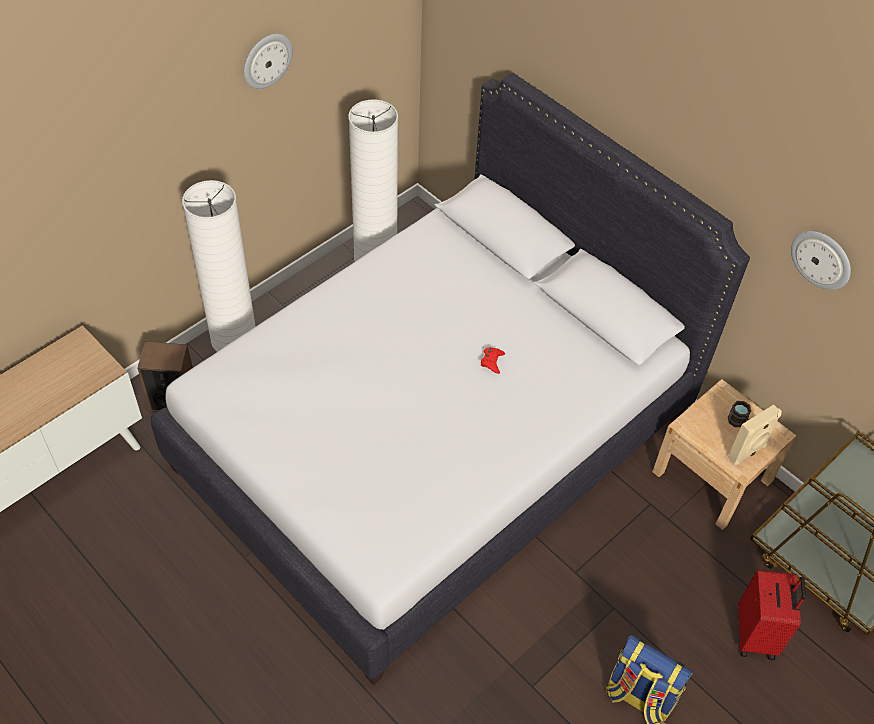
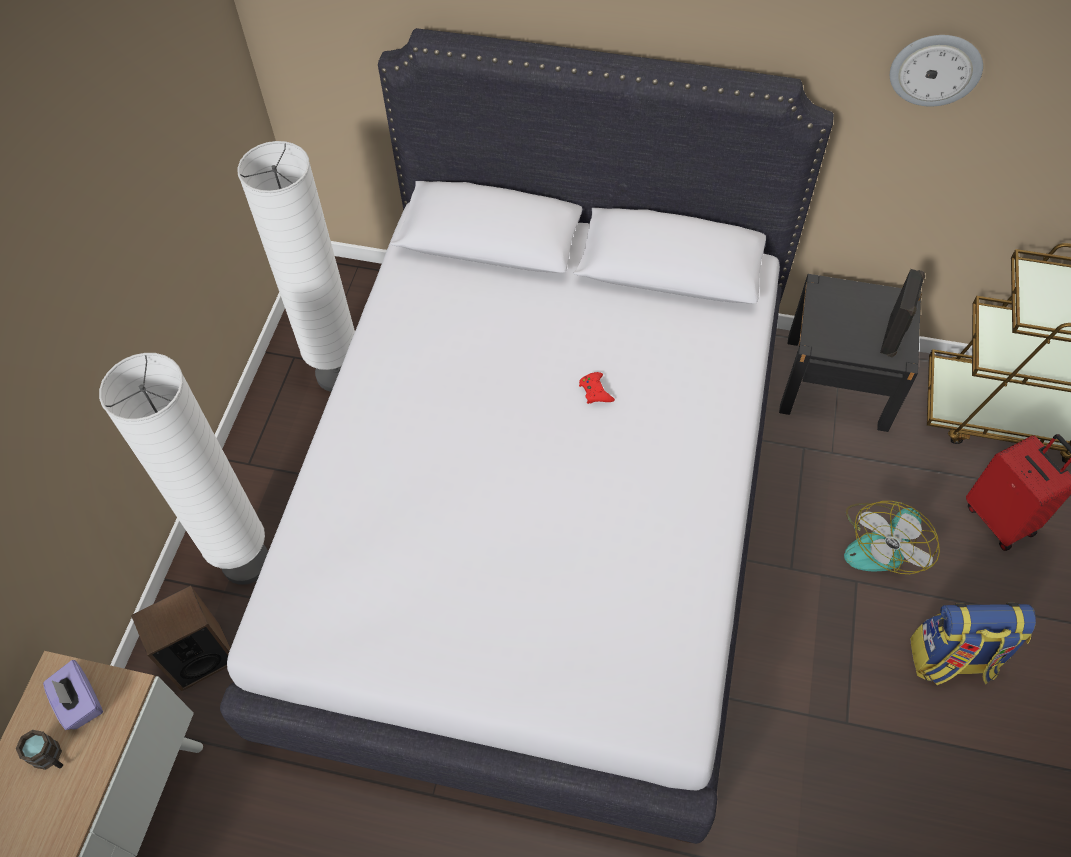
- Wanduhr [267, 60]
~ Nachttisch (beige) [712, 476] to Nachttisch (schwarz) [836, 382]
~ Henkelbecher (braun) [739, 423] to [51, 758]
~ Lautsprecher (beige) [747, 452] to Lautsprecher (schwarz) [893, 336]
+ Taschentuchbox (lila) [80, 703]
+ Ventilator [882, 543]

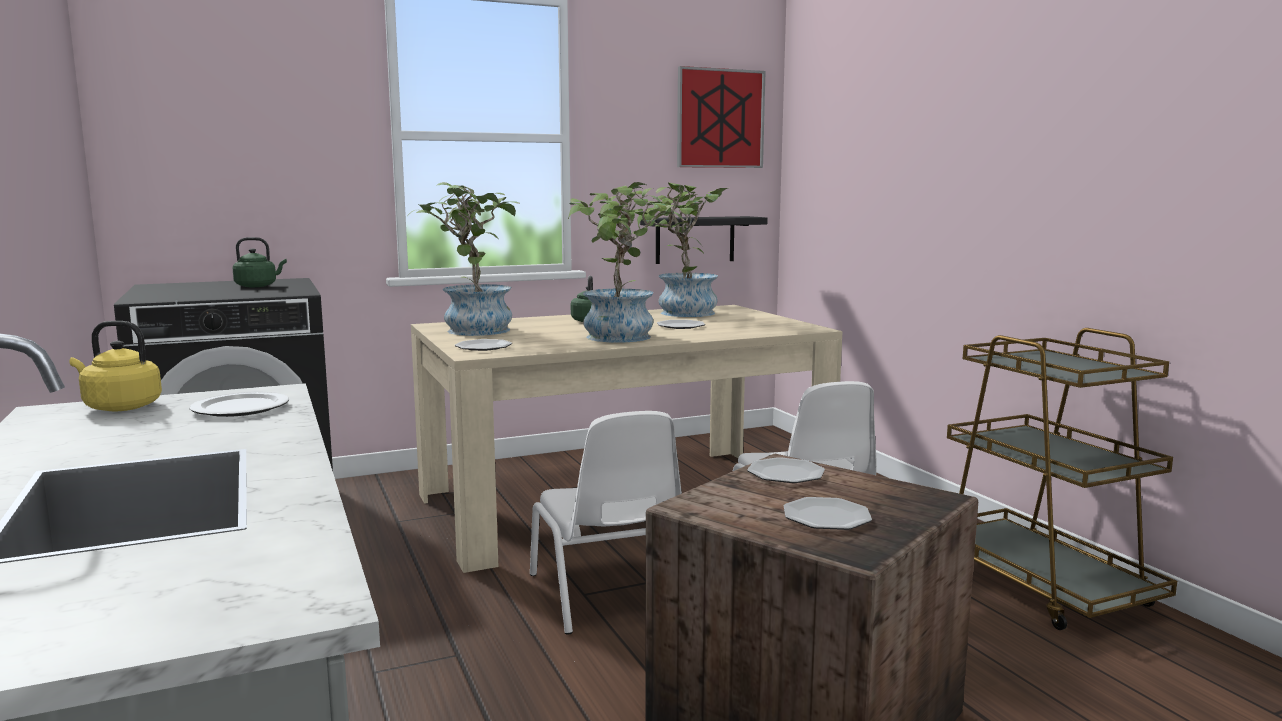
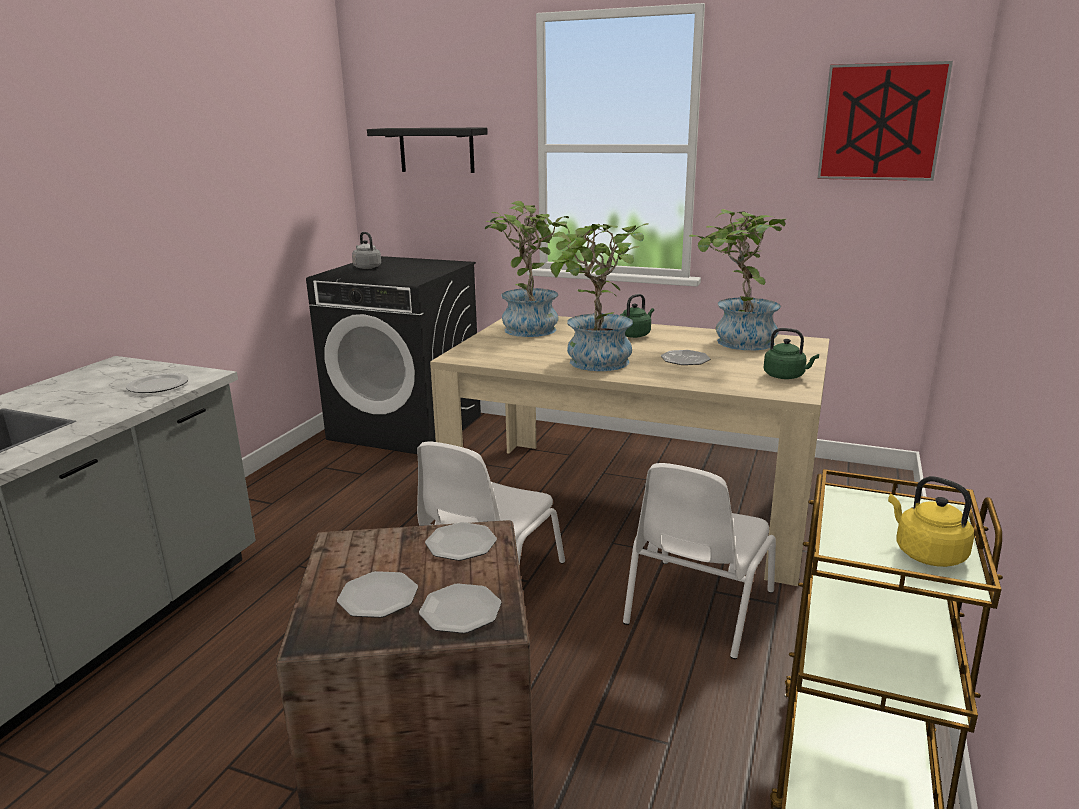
~ Wasserkessel (gelb) [119, 407] to [926, 553]
~ Wasserkessel (grün) [258, 286] to [786, 376]
~ Teller [483, 347] to [460, 611]
~ Wandregal (schwarz) [695, 239] to [436, 150]
+ Wasserkessel (grau) [366, 267]

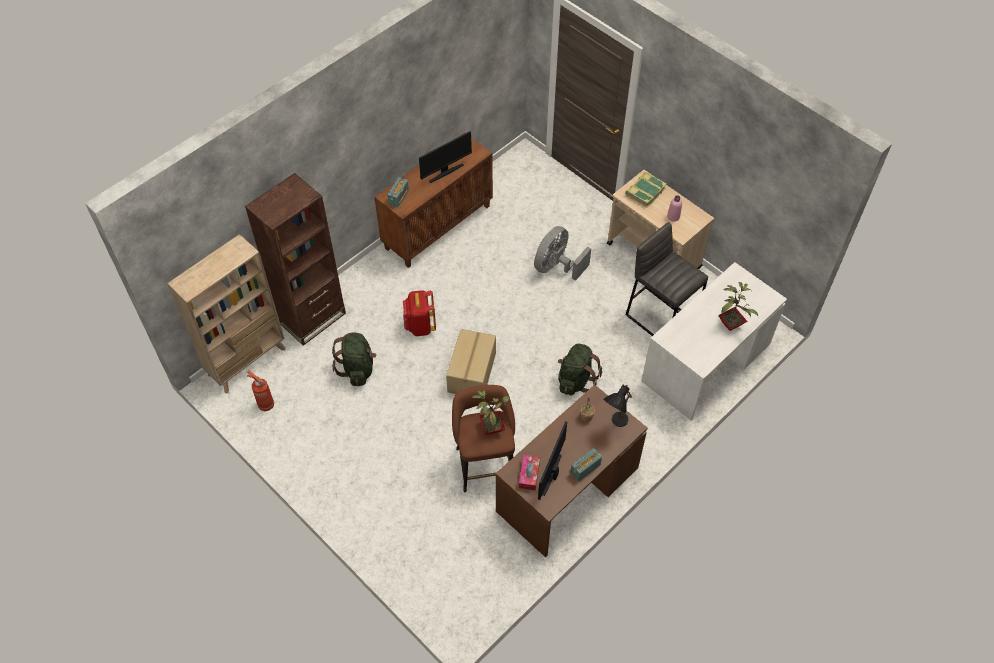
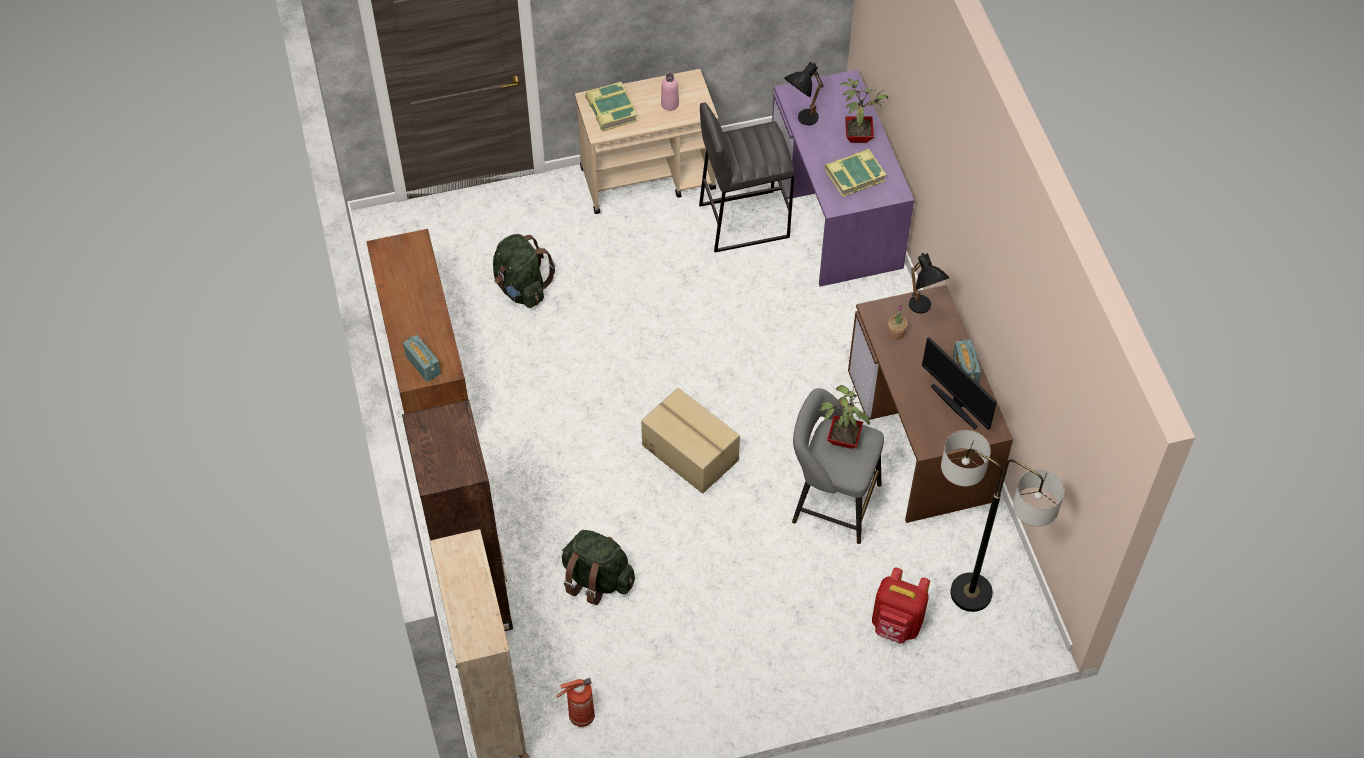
~ Rucksack (rot) [420, 326] to [896, 625]
- Monitor [445, 172]
~ Hocker (braun) [485, 462] to Hocker (grau) [831, 501]
- Taschentuchbox [529, 474]
- Ventilator (grau) [556, 267]
~ Rucksack (grün) [575, 380] to [522, 288]
~ Schreibtisch (weiß) [706, 363] to Schreibtisch (lila) [836, 212]
+ Tischlampe (schwarz) [801, 121]
+ Buch [854, 175]
+ Stehlampe [971, 592]

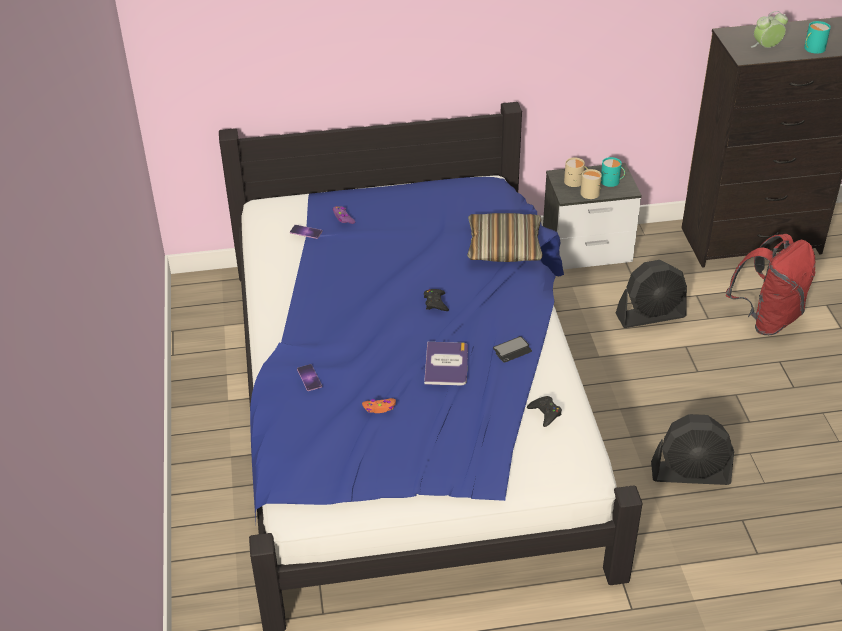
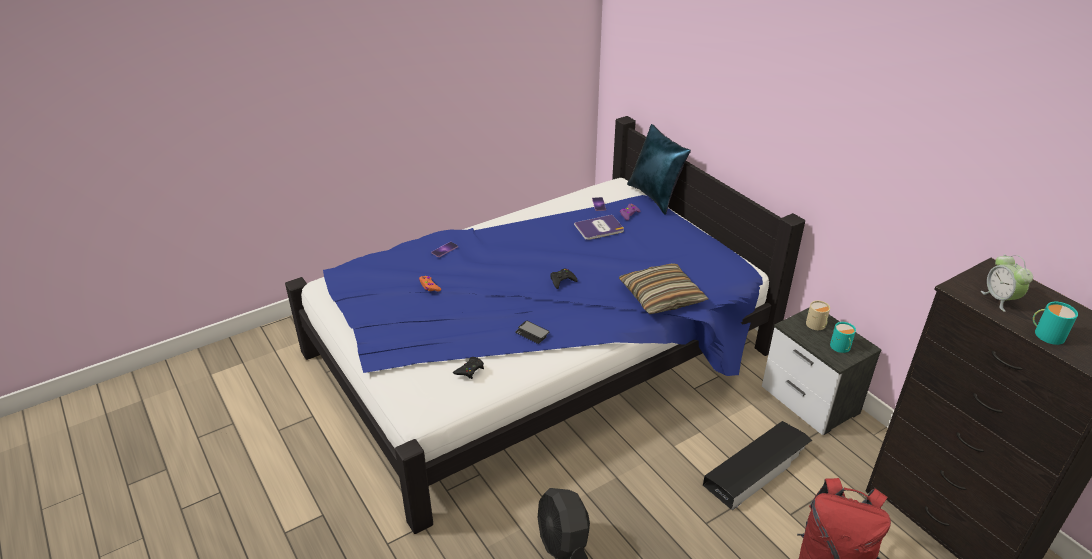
~ Buch [446, 364] to [599, 228]
- Henkelbecher (beige) [590, 192]
~ Ventilator (schwarz) [651, 316] to Aufbewahrungsbox (schwarz) [757, 468]
~ Wecker [766, 48] = [1000, 299] 150 degrees counterclockwise
+ Kissen (blau) [655, 196]

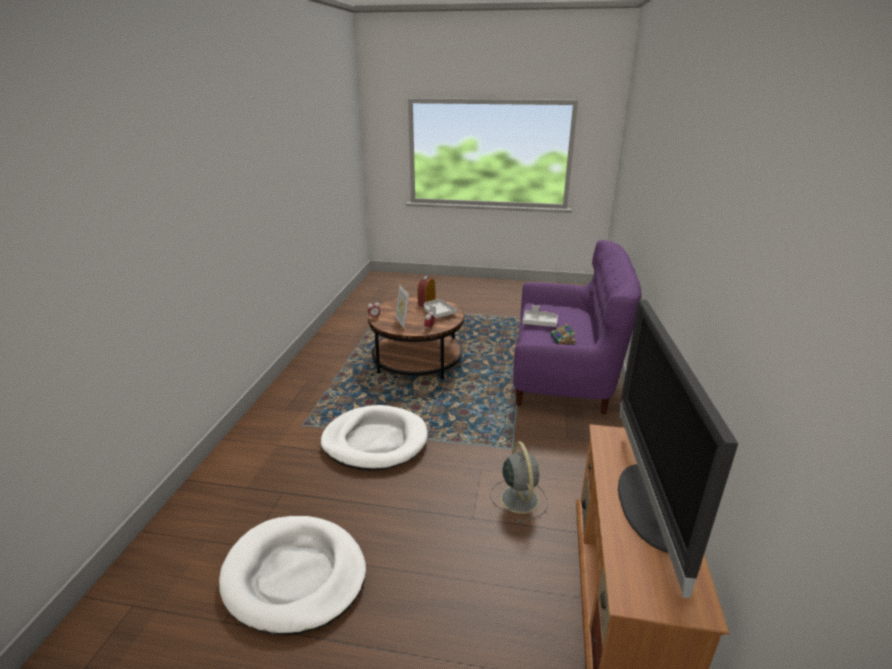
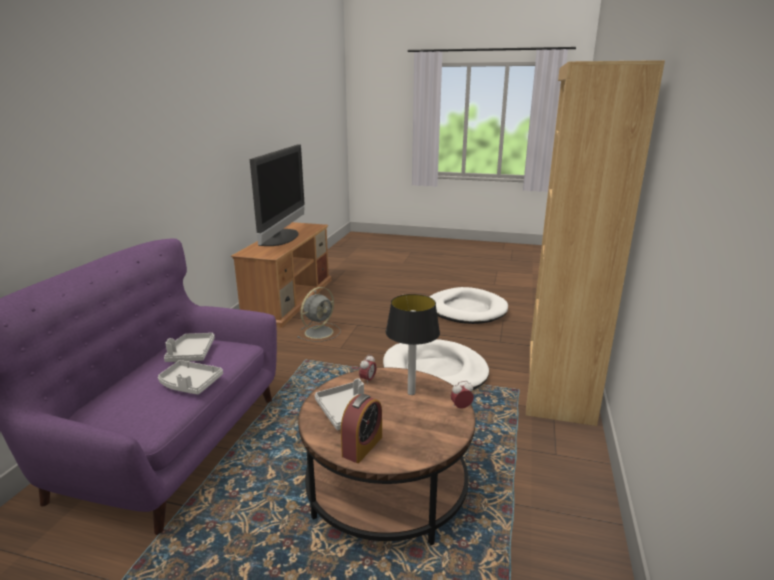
~ Bilderrahmen [402, 322] to Tischlampe [410, 392]
~ Ventilator (grau) [519, 498] = [320, 332] 135 degrees counterclockwise
~ Buch [563, 340] to Tablett (grau) [191, 354]
+ Bücherregal (braun) [557, 381]

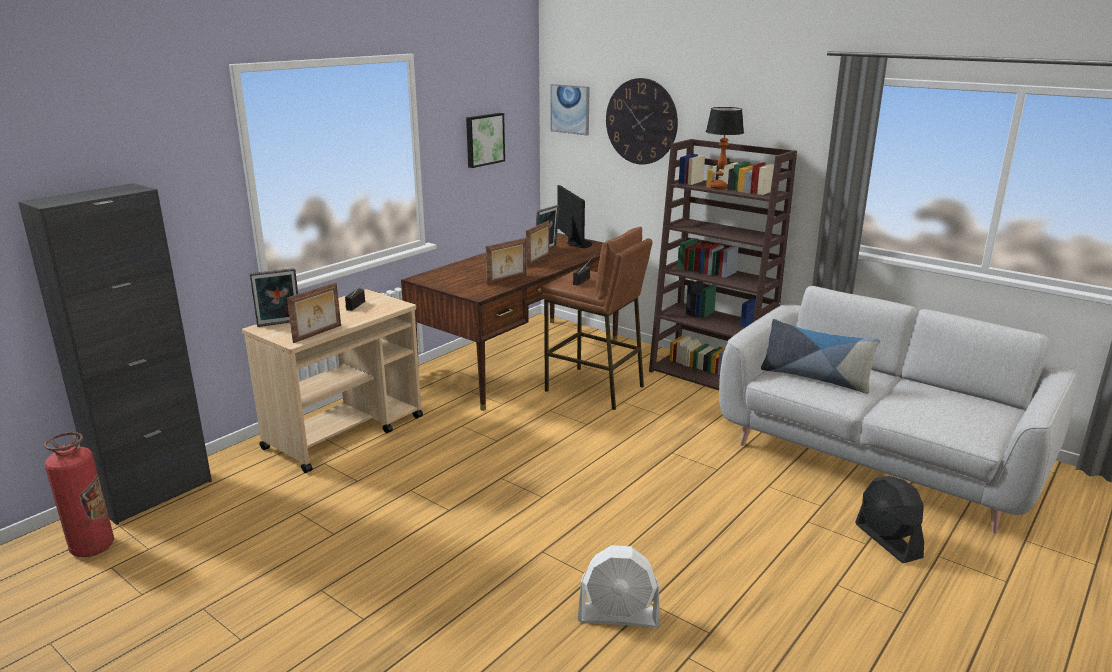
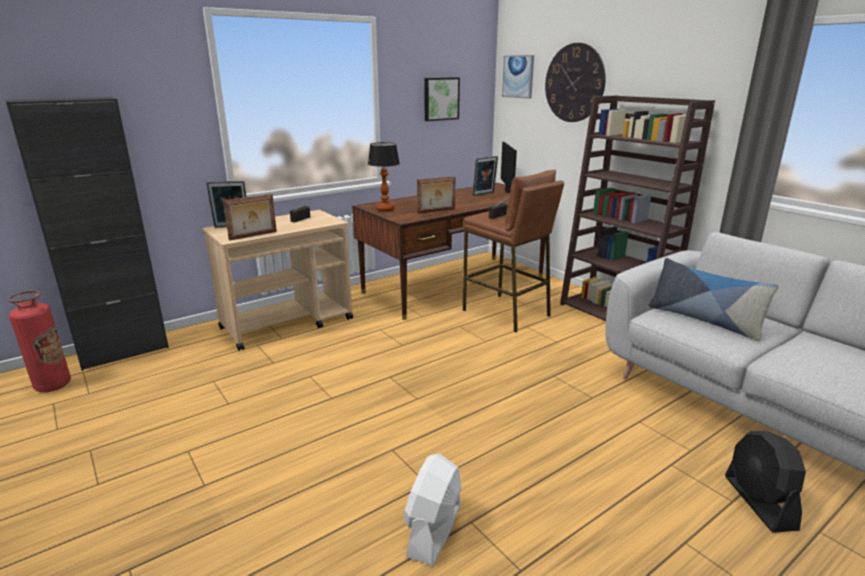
- Bilderrahmen [538, 261]
~ Ventilator (weiß) [619, 616] = [434, 530] 90 degrees clockwise
~ Tischlampe [720, 187] to [385, 209]

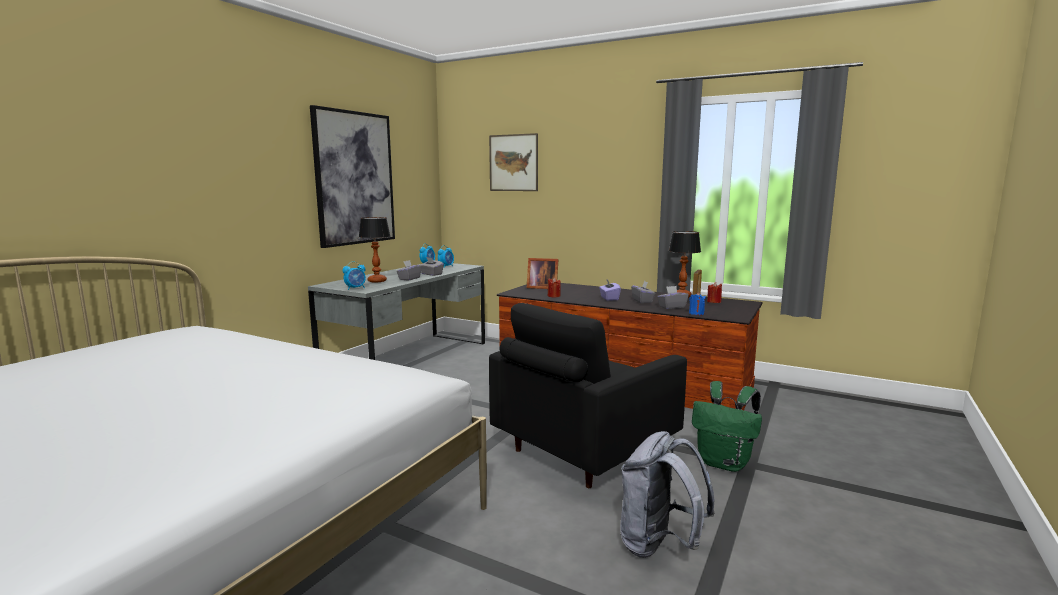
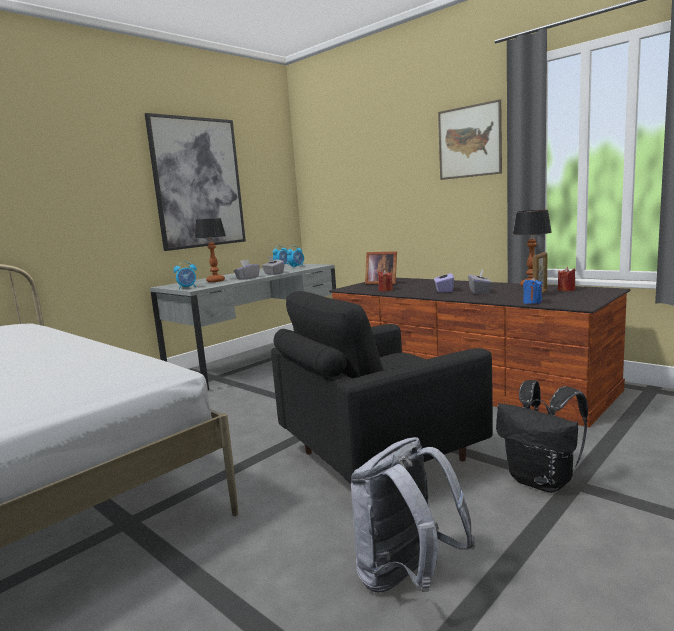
~ Bild [513, 163] to [469, 141]
- Taschentuchbox (grau) [671, 307]
~ Rucksack (grün) [724, 463] to Rucksack (schwarz) [542, 481]

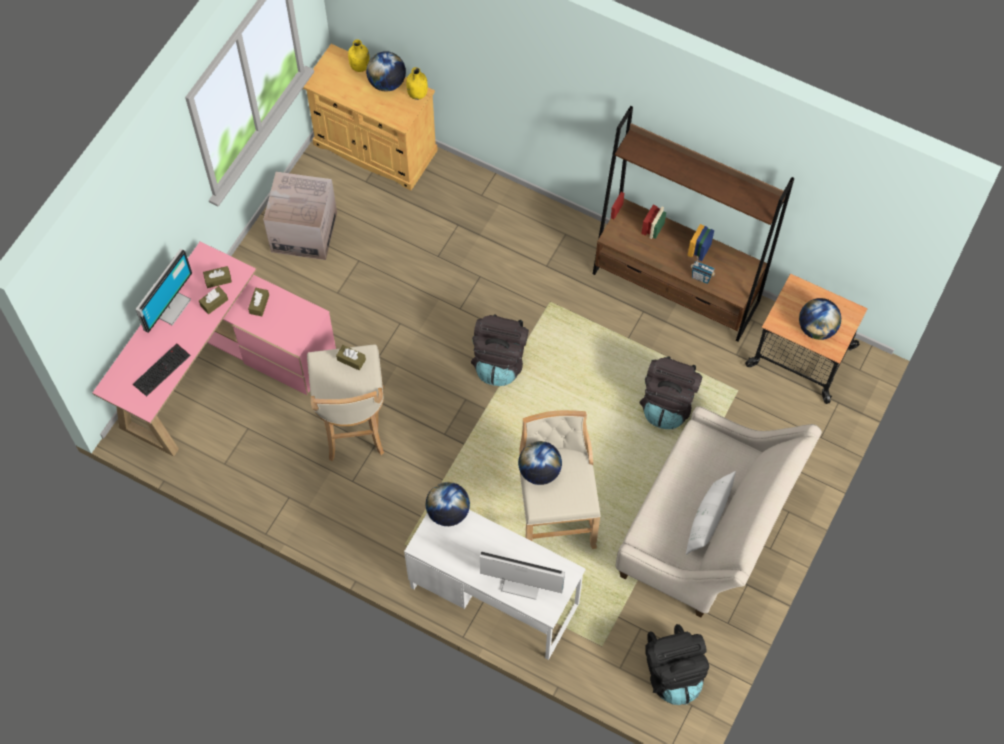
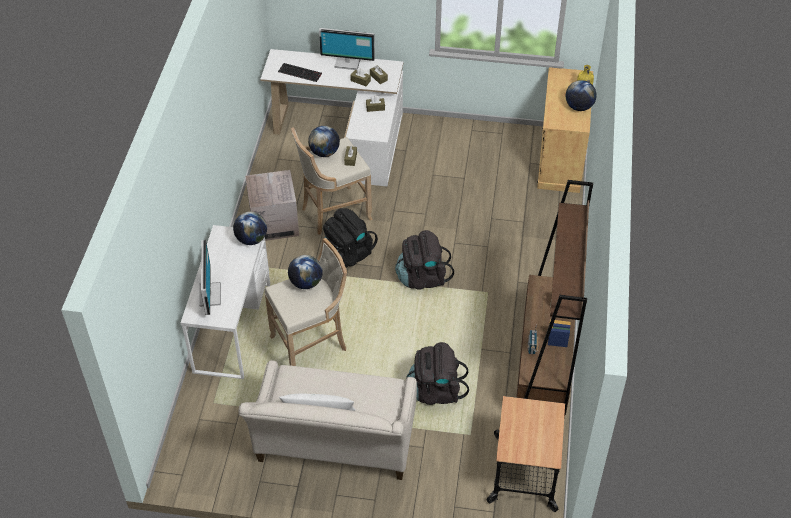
~ Schreibtisch (rosa) [220, 369] to Schreibtisch (weiß) [345, 136]
~ Karton [304, 232] to [274, 222]
- Flasche (gelb) [417, 93]
~ Rucksack (schwarz) [673, 673] to [347, 254]
~ Globus [816, 328] to [324, 152]

